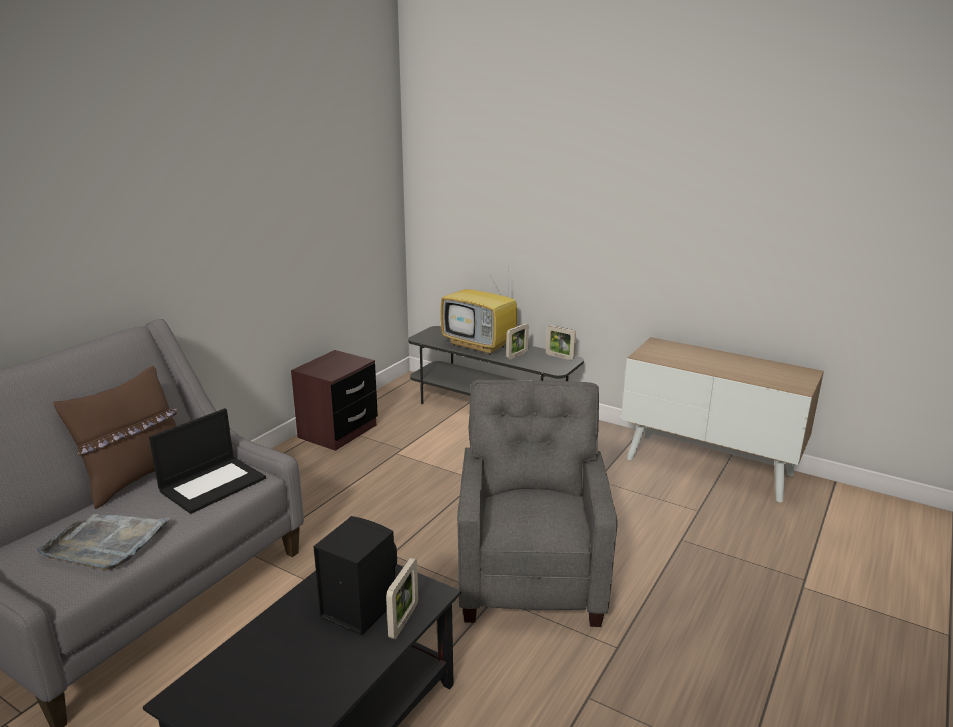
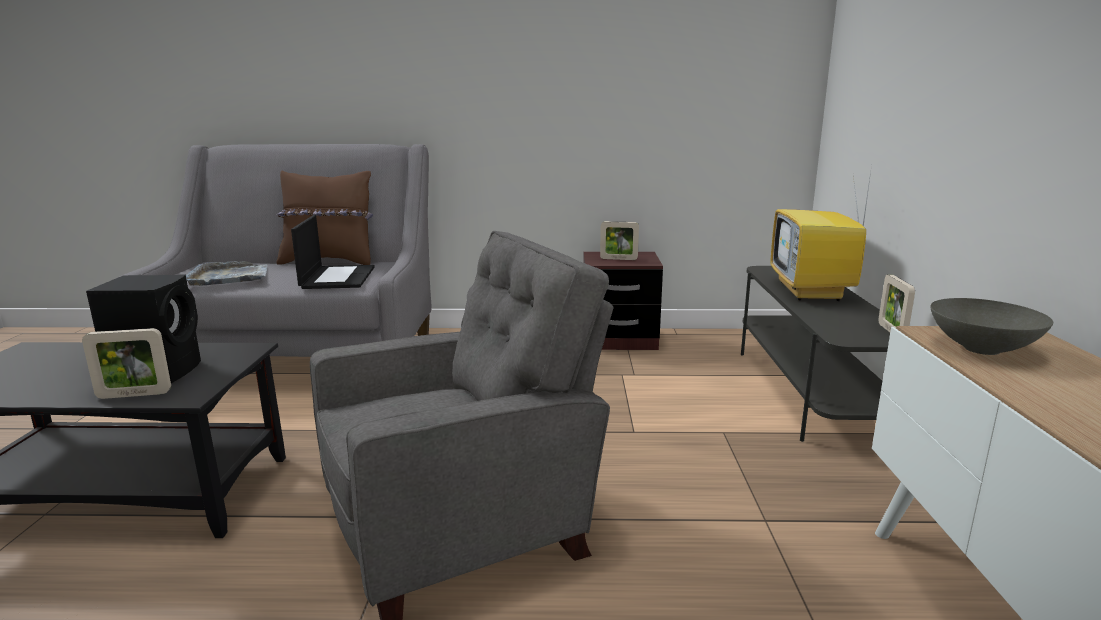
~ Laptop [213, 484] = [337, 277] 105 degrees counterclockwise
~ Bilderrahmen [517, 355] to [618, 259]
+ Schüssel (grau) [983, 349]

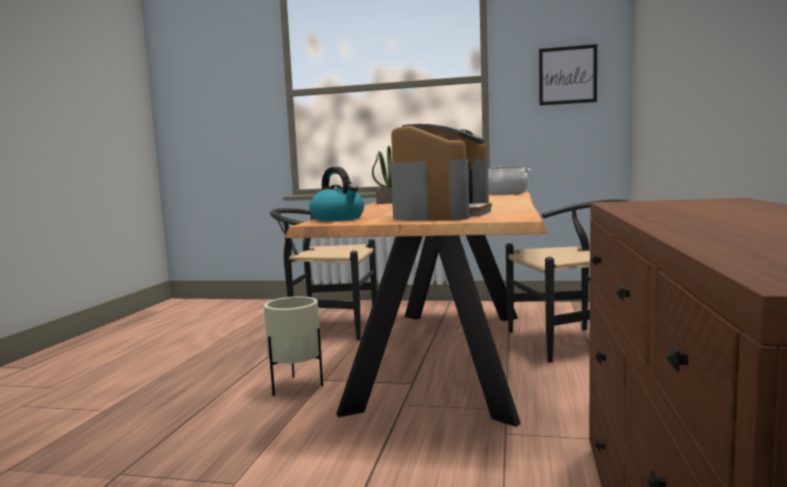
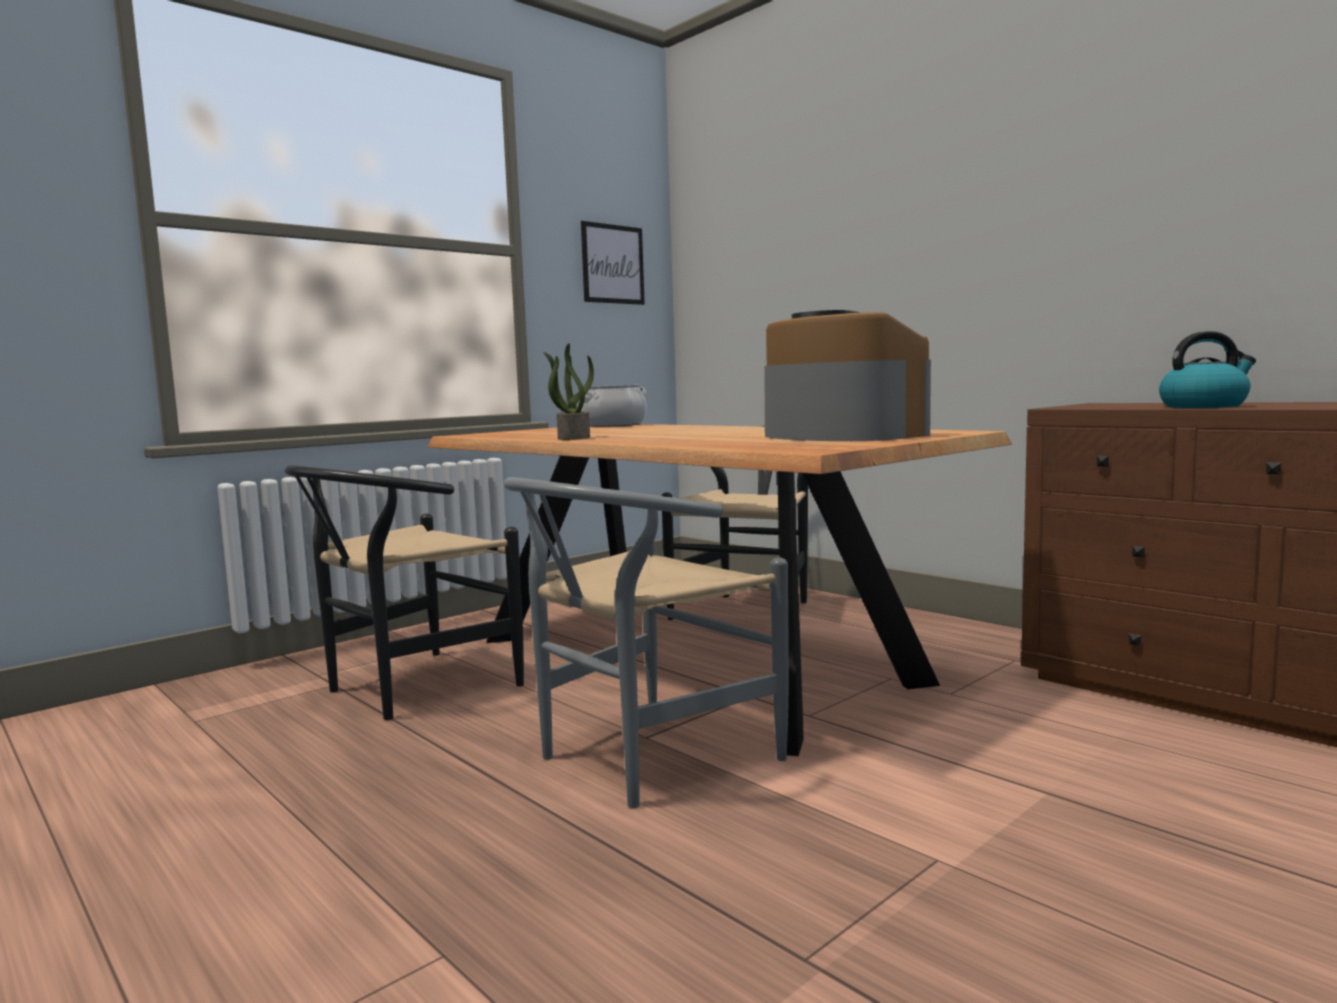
~ Pflanzkübel (beige) [296, 386] to Stuhl (grau) [640, 759]
~ Wasserkessel [338, 219] to [1204, 406]

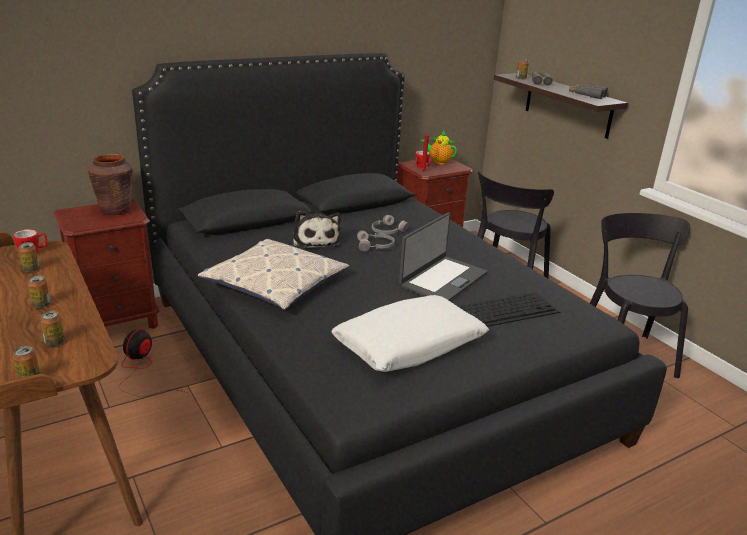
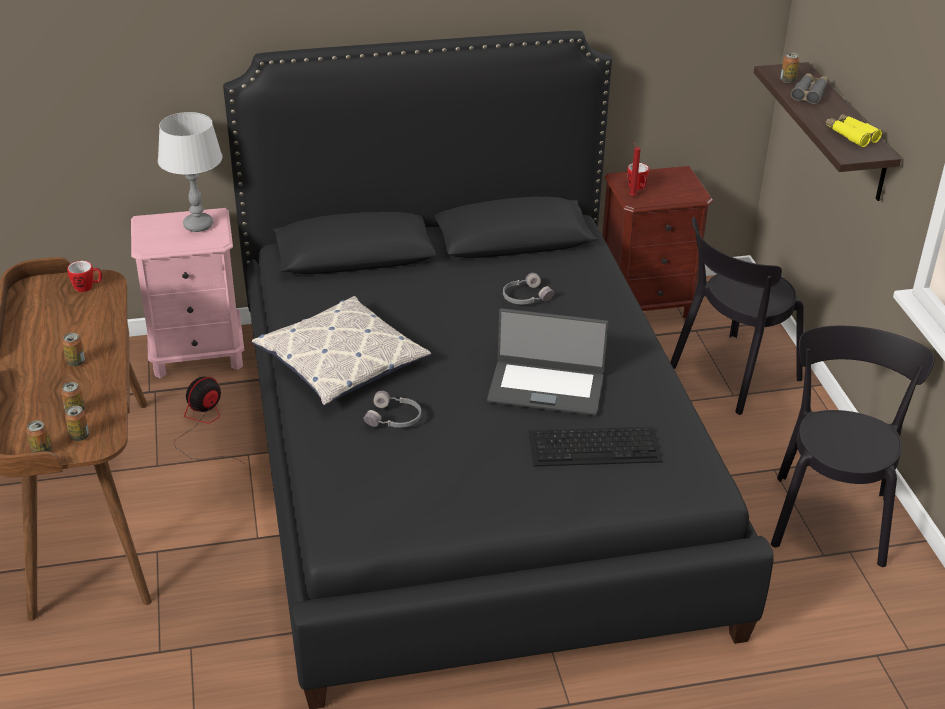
~ Dose [31, 269] to [79, 436]
~ Nachttisch (braun) [117, 323] to Nachttisch (rosa) [198, 354]
~ Vase (braun) [115, 210] to Tischlampe (grau) [198, 225]
- Plüschtier [315, 240]
- Kissen (weiß) [409, 345]
~ Kopfhörer (grau) [375, 246] to [394, 418]
~ Laptop [442, 279] = [546, 387] 45 degrees clockwise
- Teekanne [438, 162]
~ Fernglas (grau) [587, 95] to Fernglas (gelb) [851, 135]

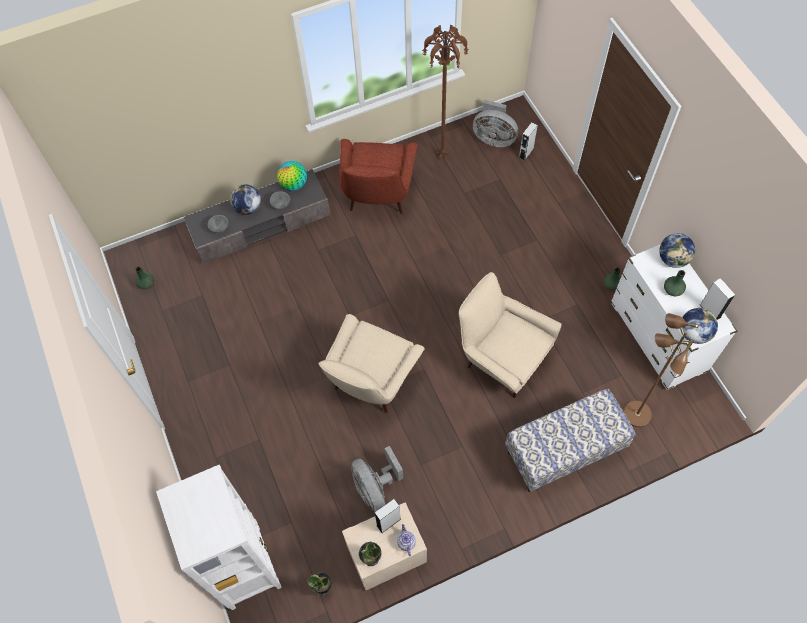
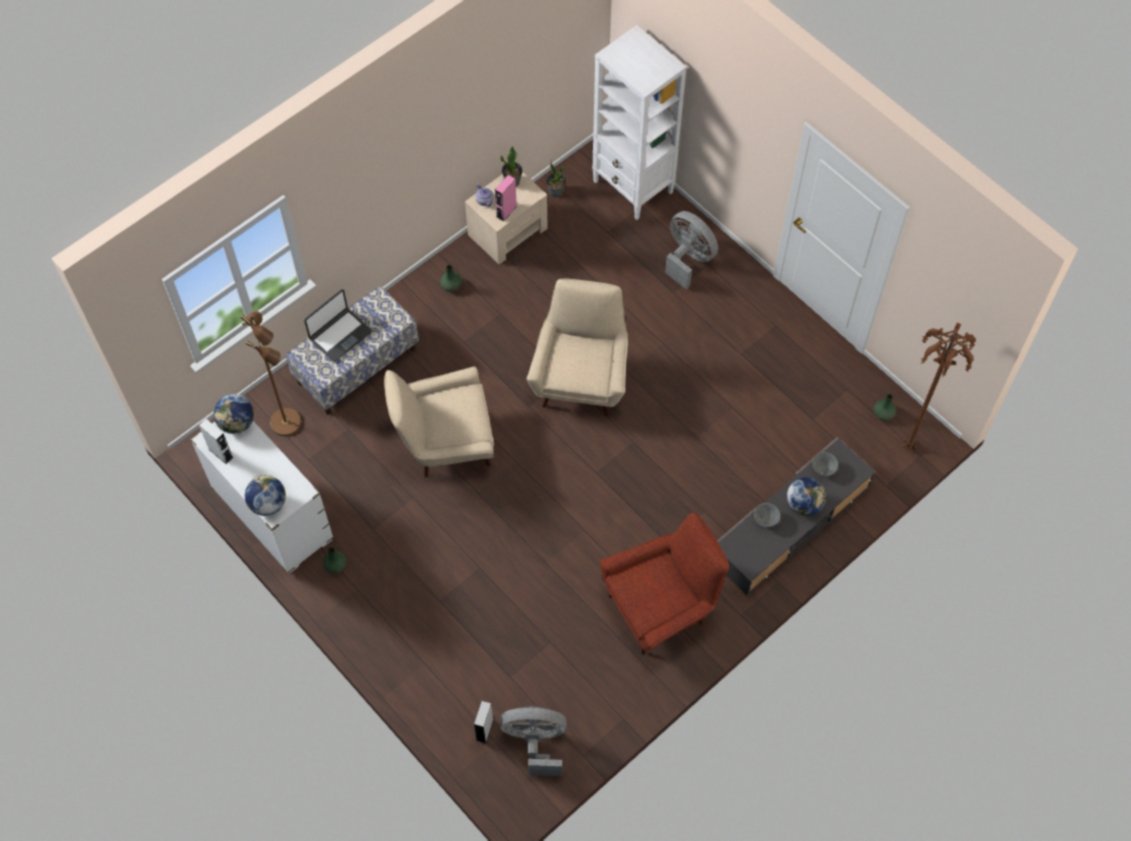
- Globus [294, 184]
~ Sessel (rot) [378, 195] = [661, 606] 75 degrees clockwise
~ Ventilator (grau) [375, 488] to [688, 258]
~ Lautsprecher (grau) [388, 522] to Lautsprecher (rosa) [506, 211]
~ Stehlampe (braun) [441, 155] to [909, 447]
~ Sessel (beige) [502, 357] = [445, 443] 150 degrees clockwise
~ Vase (grün) [672, 289] to [451, 286]
+ Laptop [340, 335]

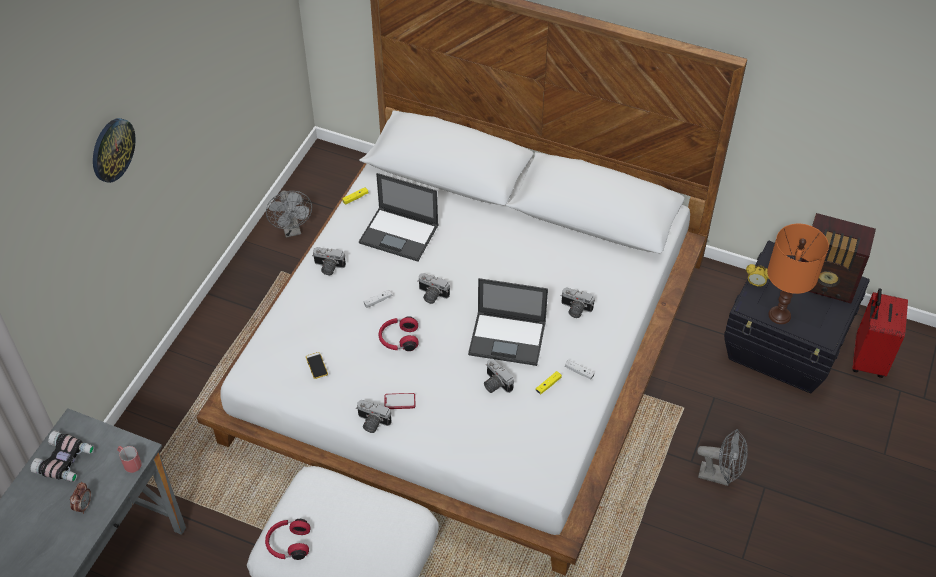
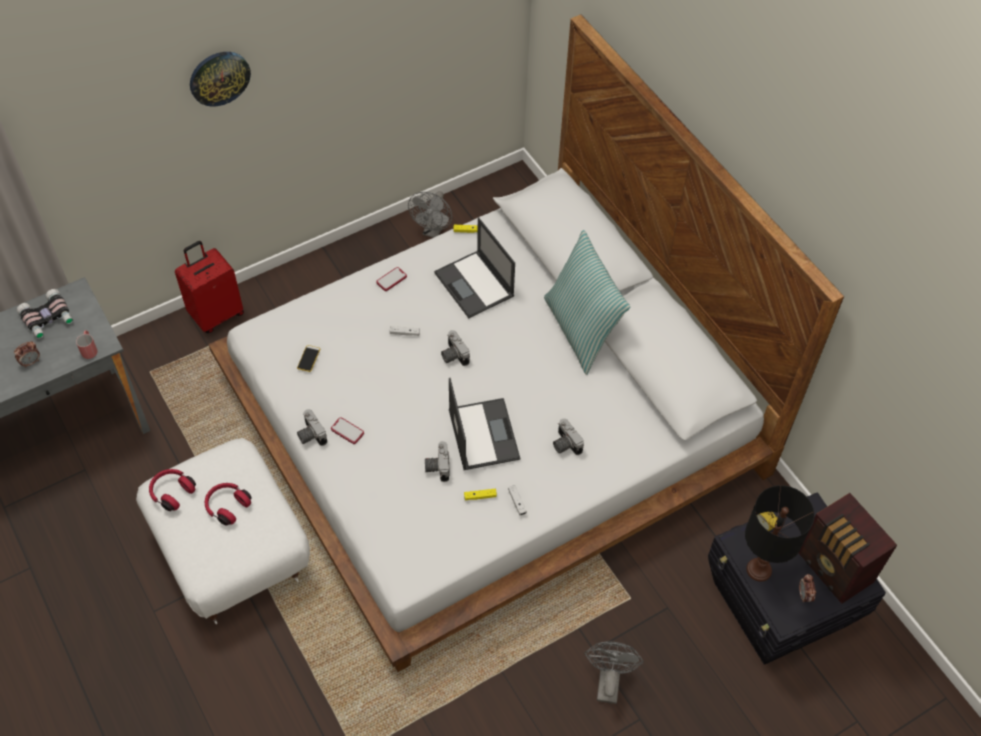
~ Kamera [328, 267] to Handy [391, 279]
~ Kopfhörer (rot) [398, 339] to [227, 506]
~ Laptop [508, 338] = [483, 433] 150 degrees counterclockwise
~ Ventilator (grau) [720, 476] = [608, 681] 135 degrees counterclockwise
~ Tischlampe (orange) [779, 315] to Tischlampe (schwarz) [759, 569]
~ Koffer (rot) [867, 359] to [216, 314]
+ Kissen [581, 330]
+ Wecker [804, 595]

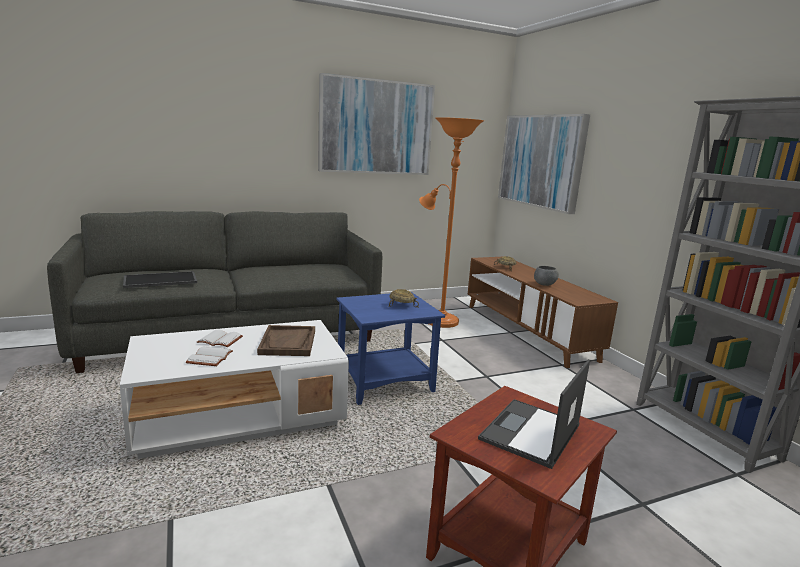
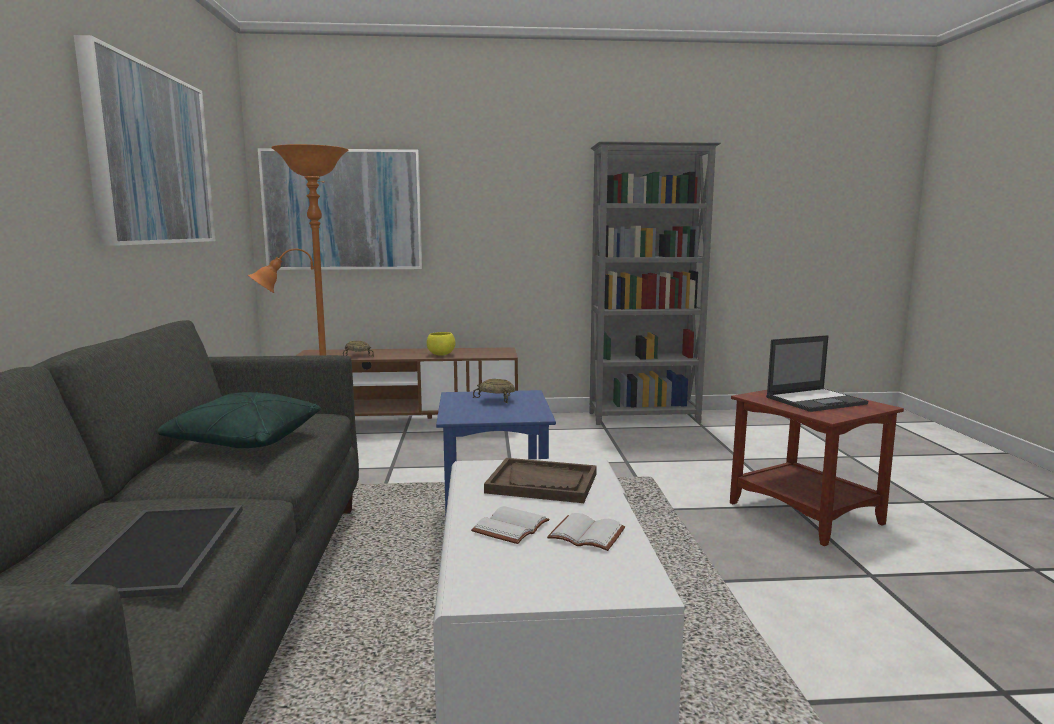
~ Laptop [530, 433] = [816, 400] 75 degrees counterclockwise
~ Schüssel (grau) [545, 285] to Schüssel (gelb) [441, 355]
+ Kissen (grün) [243, 441]

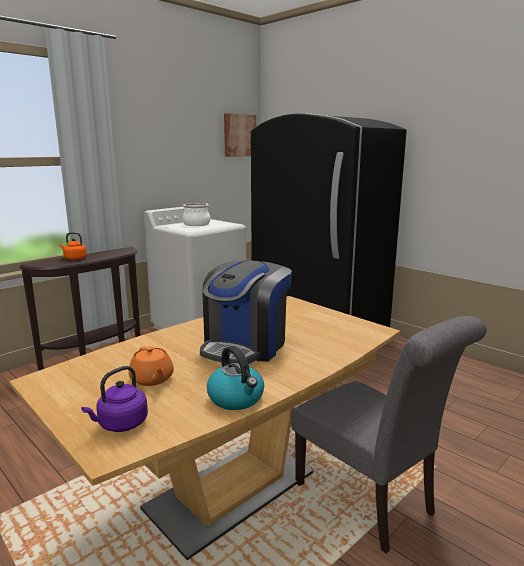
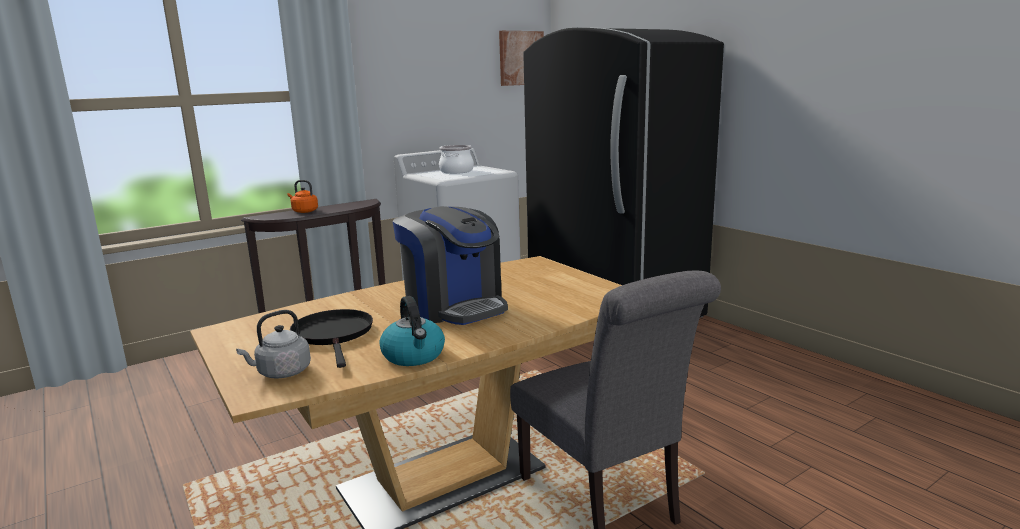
~ Wasserkessel (lila) [120, 424] to Wasserkessel (grau) [281, 373]
~ Teekanne (orange) [152, 379] to Pfanne (schwarz) [334, 334]
~ Kaffeemaschine [245, 346] = [454, 306] 75 degrees counterclockwise

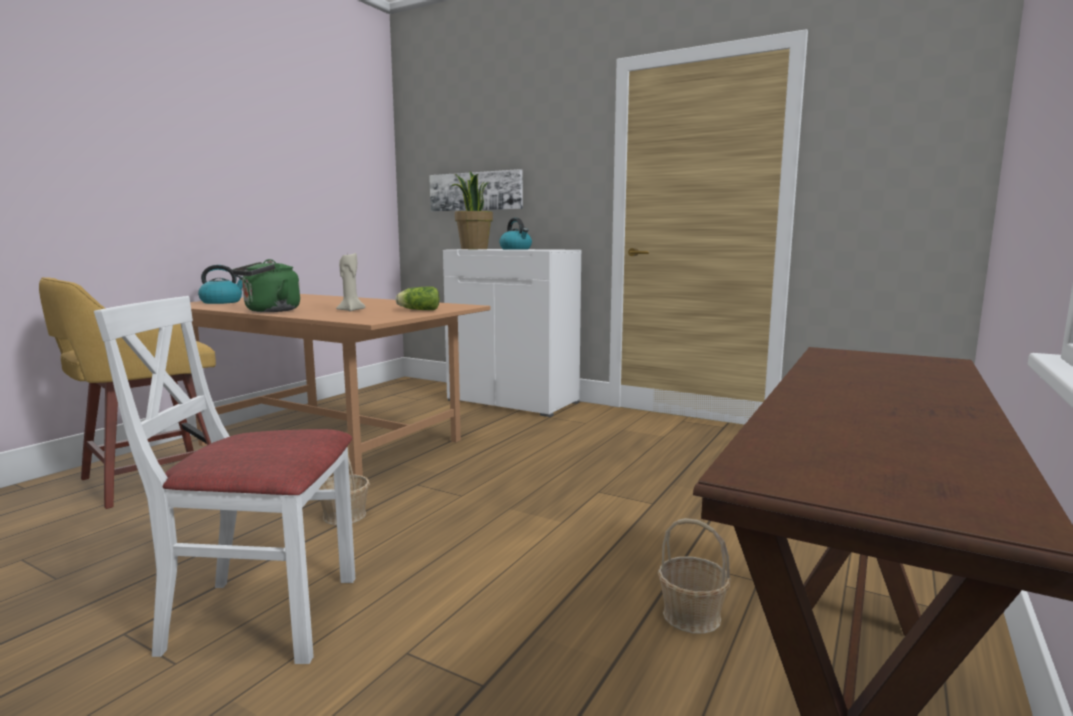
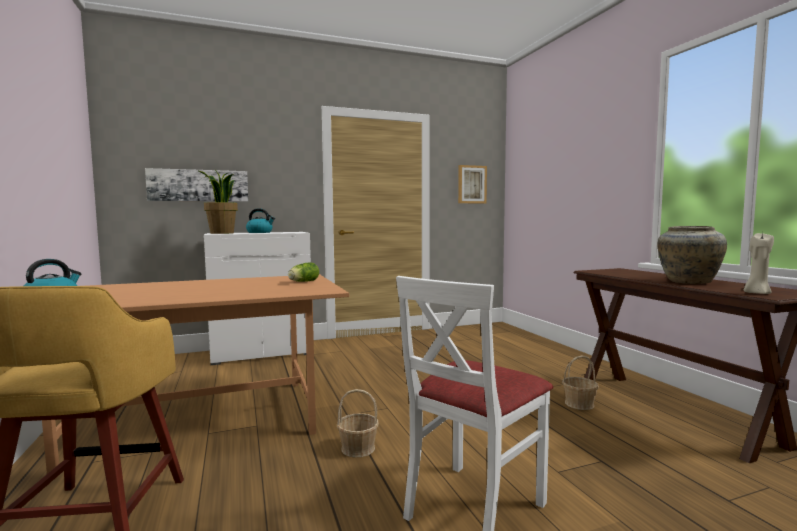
- Wasserkessel (grün) [269, 311]
~ Kerze (beige) [350, 310] to [756, 293]
+ Bild [472, 184]
+ Vase (beige) [687, 282]

